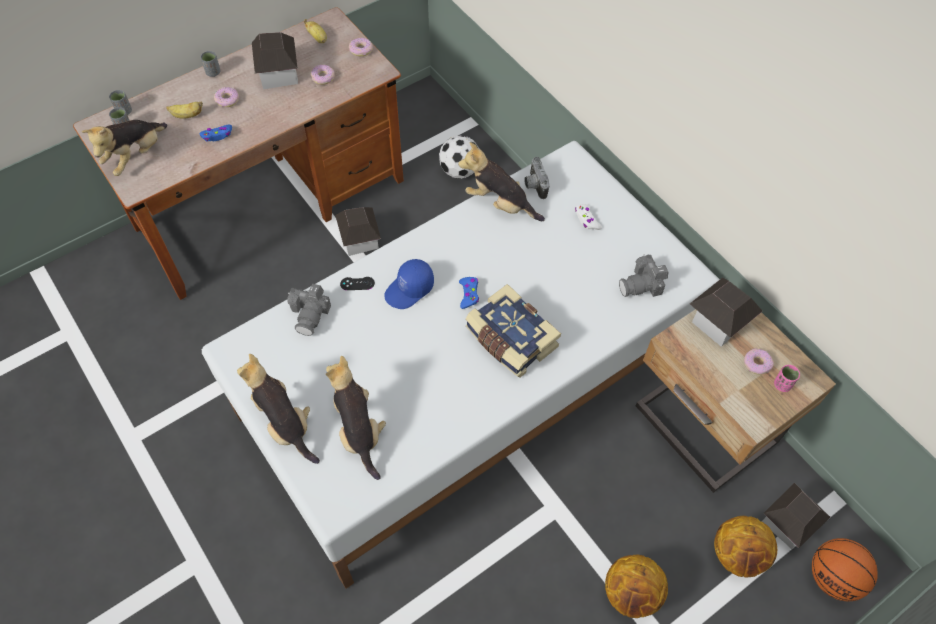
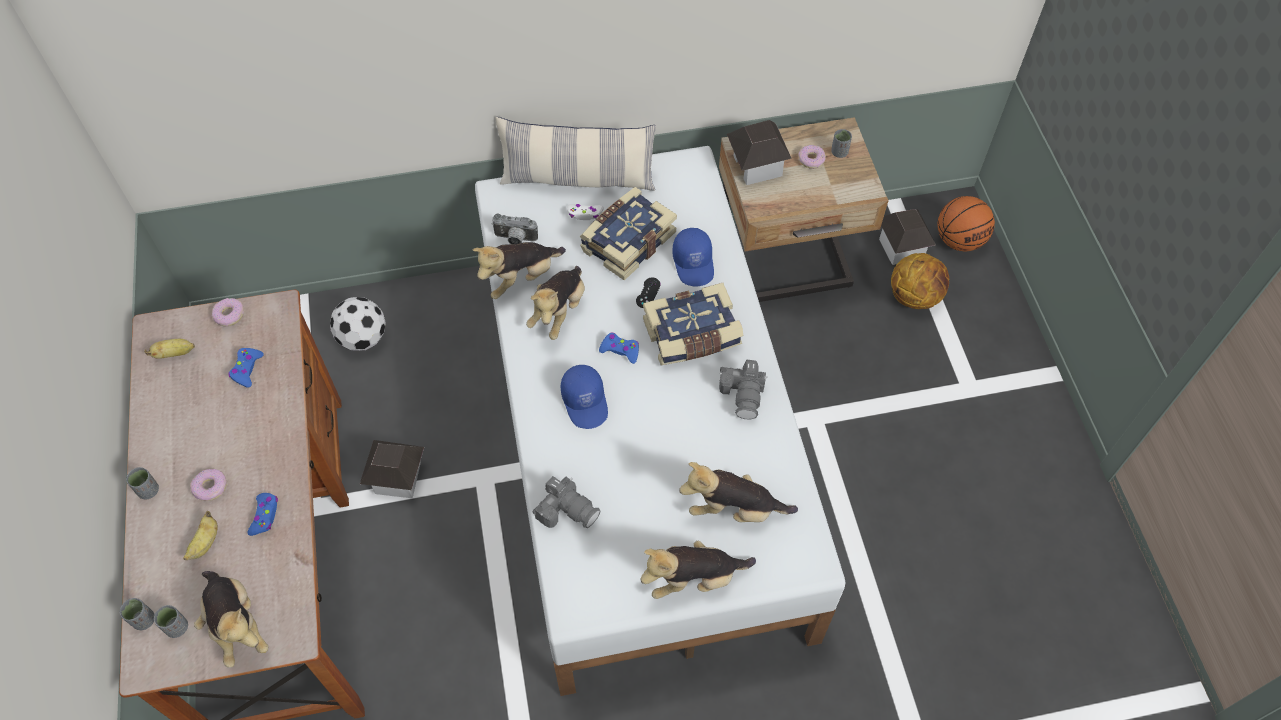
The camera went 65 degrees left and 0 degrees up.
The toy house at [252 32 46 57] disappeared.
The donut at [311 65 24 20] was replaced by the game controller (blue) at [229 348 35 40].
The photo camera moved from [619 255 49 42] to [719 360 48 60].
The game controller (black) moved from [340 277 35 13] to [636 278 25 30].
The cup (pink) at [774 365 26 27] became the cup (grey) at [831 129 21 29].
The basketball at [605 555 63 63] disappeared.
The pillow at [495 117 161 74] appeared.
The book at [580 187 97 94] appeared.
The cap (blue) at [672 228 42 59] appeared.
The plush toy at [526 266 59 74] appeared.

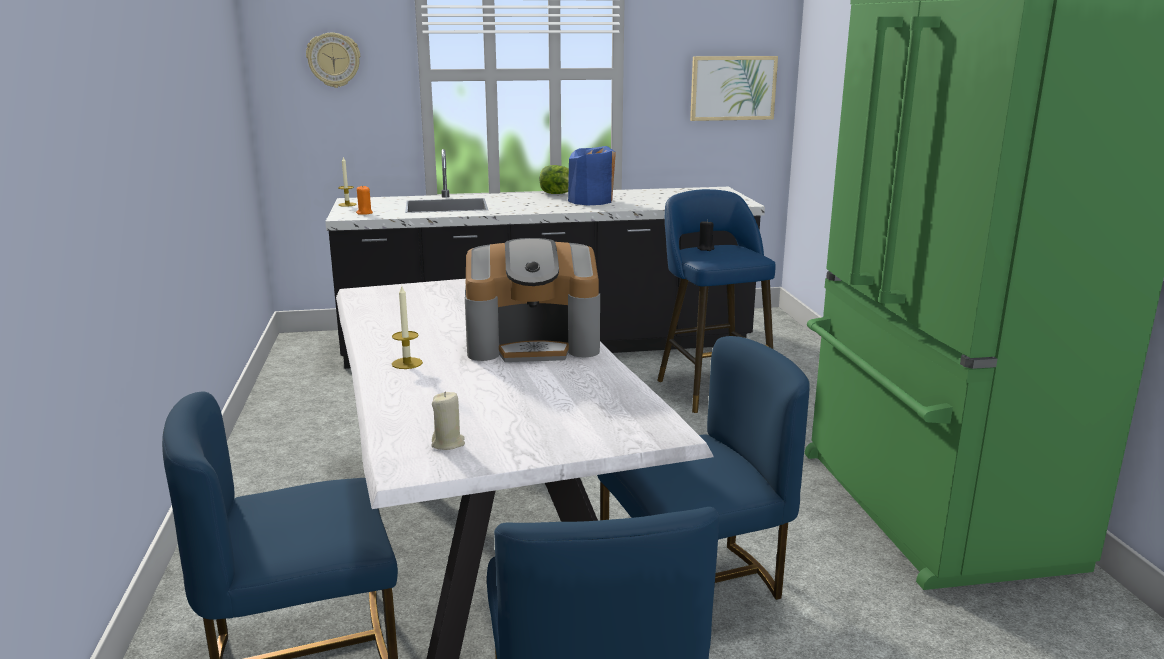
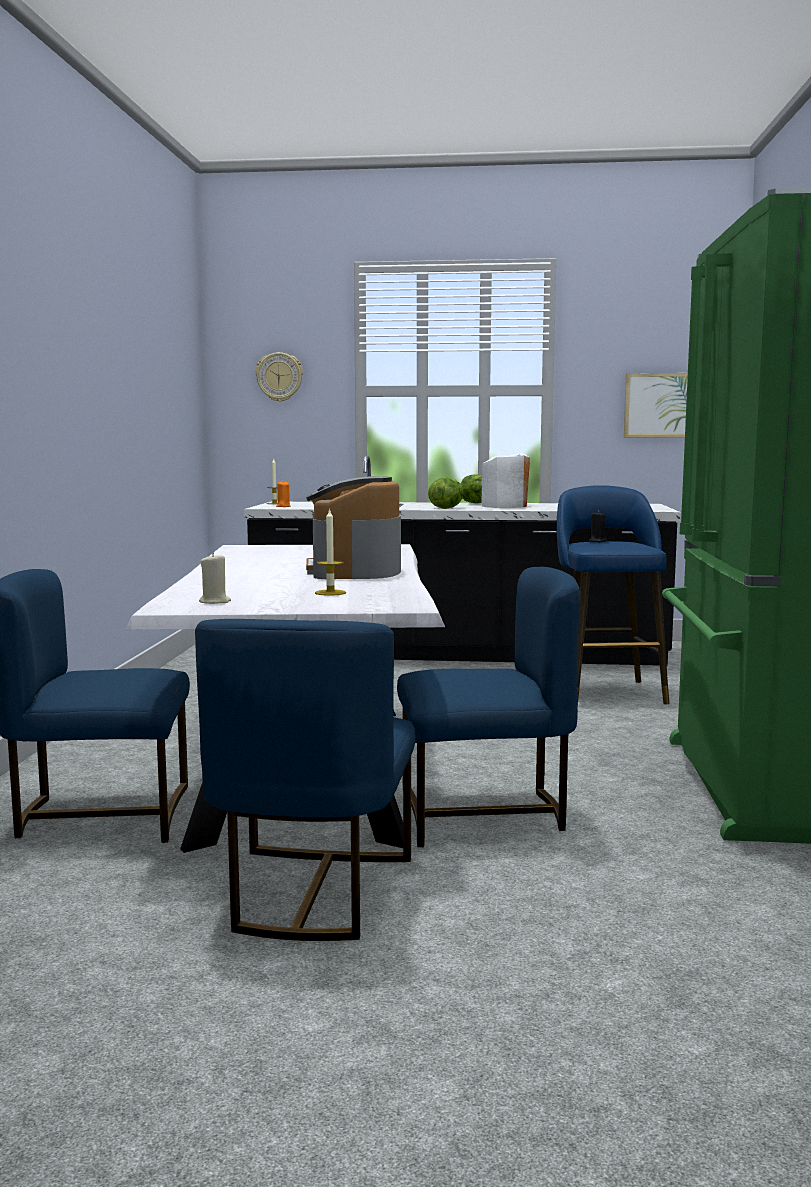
The camera went 15 degrees right and 10 degrees down.
The vase (blue) at [568 146 48 59] became the vase (white) at [481 453 49 55].
The coffee machine at [465 238 135 124] turned 75 degrees clockwise.
The candle moved from [392 284 31 85] to [315 508 31 88].
The lettuce at [428 477 35 32] appeared.

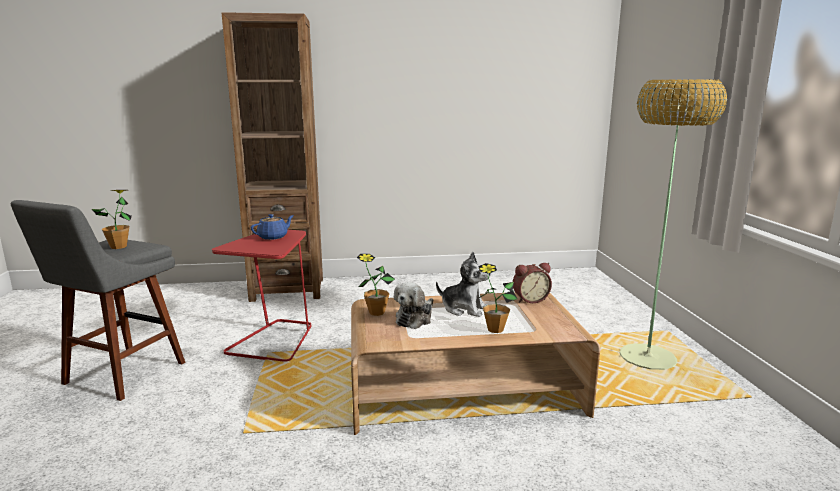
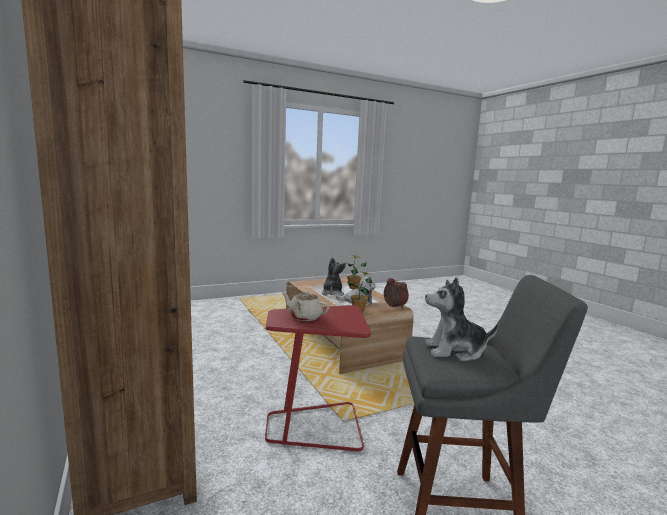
The camera went 110 degrees left and 5 degrees down.
The floor lamp at [620 79 107 291] disappeared.
The potted plant at [92 190 40 59] was replaced by the plush toy at [425 277 74 84].
The teapot (blue) at [251 214 43 26] became the teapot (beige) at [282 291 47 30].
The alarm clock moved from [513 263 39 40] to [384 278 25 30].

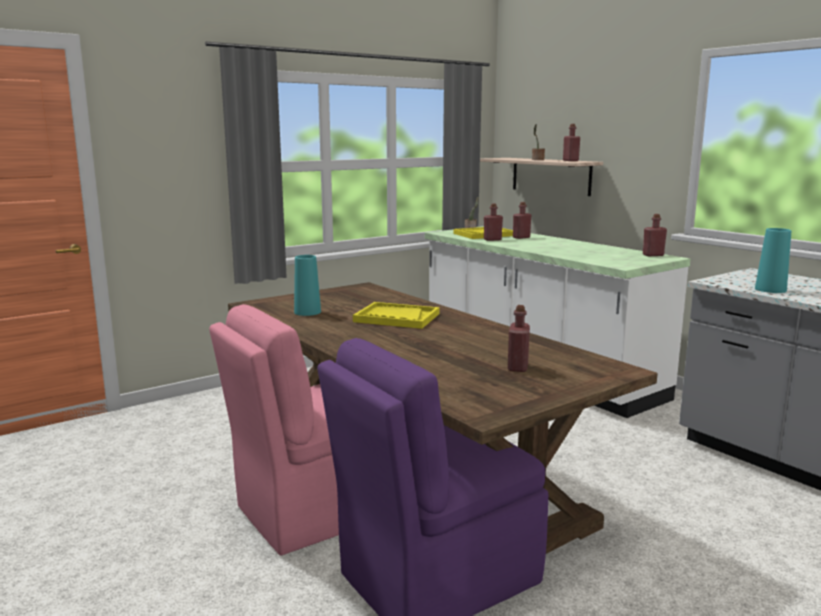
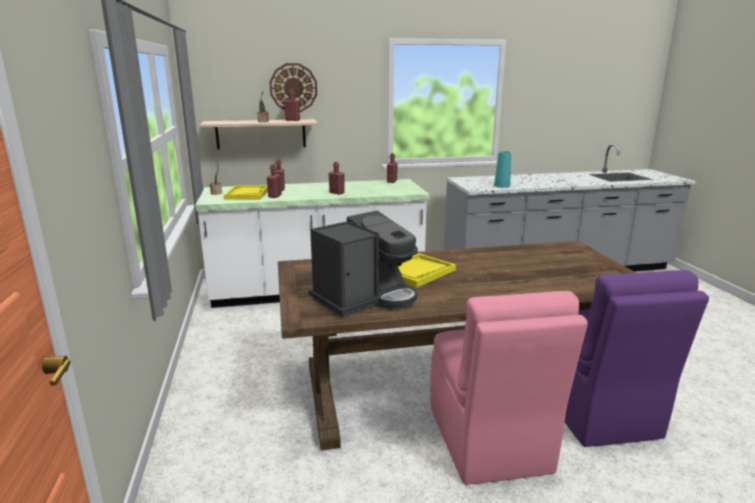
The camera went 65 degrees left and 5 degrees up.
The vase (turquoise) at [294 255 27 61] was replaced by the coffee machine at [309 210 109 108].
The bottle (red) moved from [508 305 22 67] to [329 162 16 32].
The wall clock at [269 63 48 49] appeared.

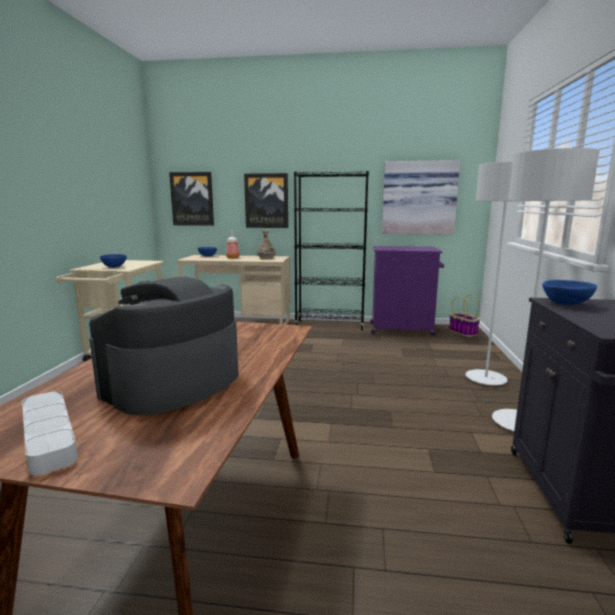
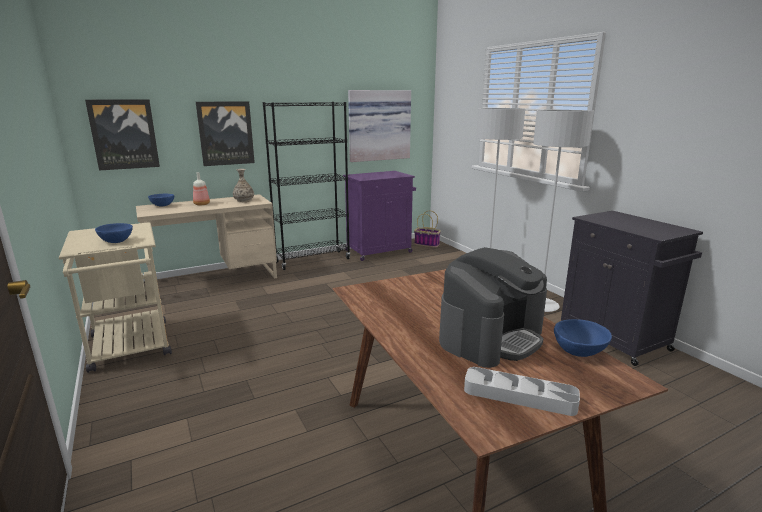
The camera went 35 degrees left and 5 degrees up.
The coffee machine at [89 277 149 138] turned 135 degrees counterclockwise.
The bowl (blue) moved from [542 280 55 25] to [554 319 58 38].

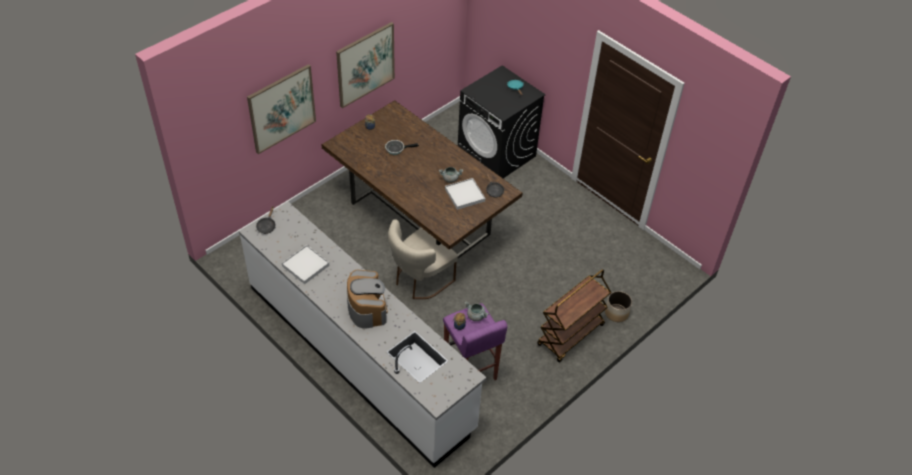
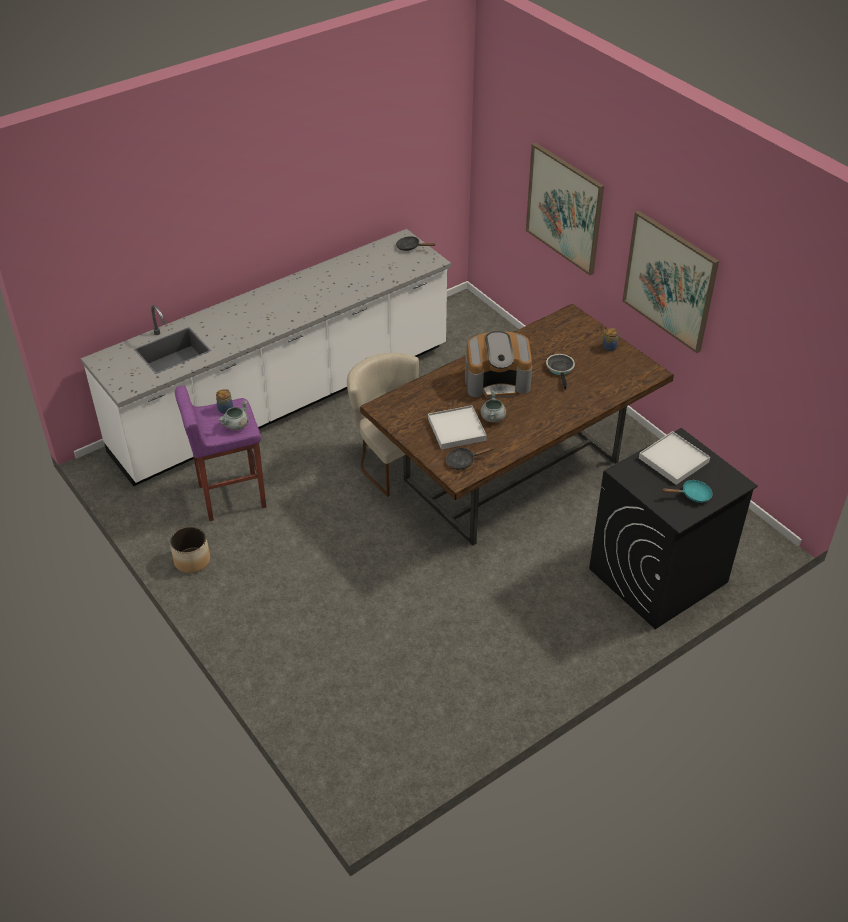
The camera went 100 degrees right and 5 degrees down.
The tray (white) moved from [282 245 47 39] to [639 431 71 54].
The coffee machine moved from [347 269 41 60] to [465 331 67 67].
The cart (brown) at [537 269 74 94] disappeared.
The planter moved from [605 291 27 31] to [170 526 40 47].

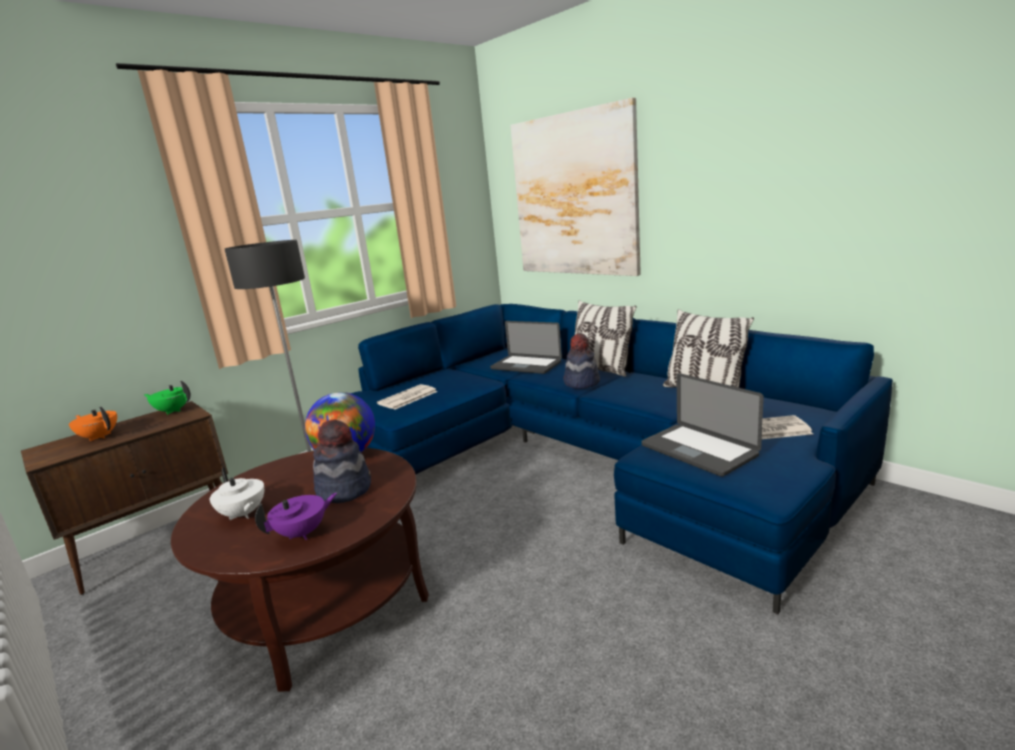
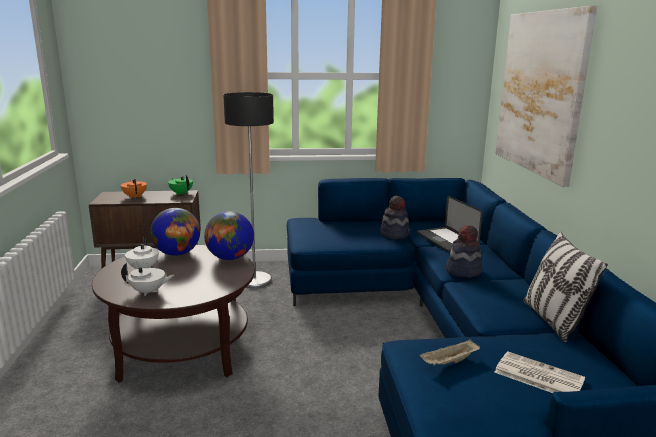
The camera went 35 degrees right and 0 degrees up.
The pillow at [575 300 62 76] disappeared.
The laptop at [641 373 123 104] was replaced by the tray (beige) at [420 339 60 26].
The newspaper at [377 384 61 25] disappeared.
The hat moved from [313 419 58 84] to [380 196 30 44].
The teapot (purple) at [255 493 82 47] became the teapot (white) at [121 263 53 33].
The globe at [150 208 50 48] appeared.

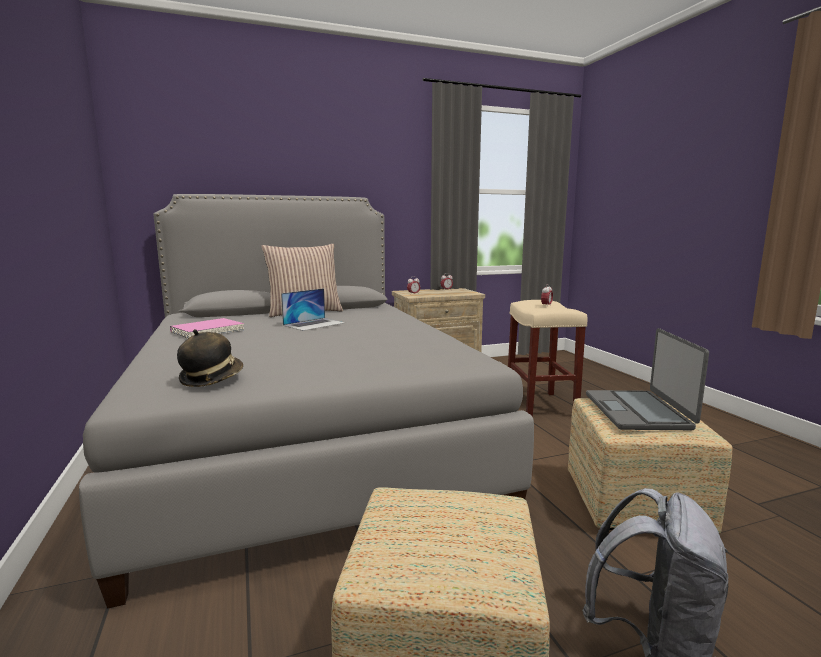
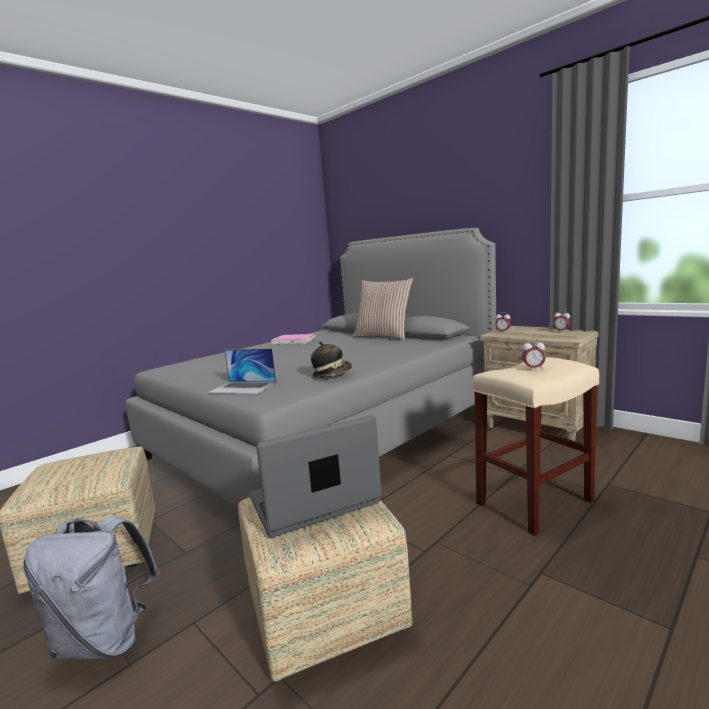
The camera went 65 degrees right and 0 degrees up.
The laptop moved from [281 288 64 43] to [208 349 68 45].
The hat moved from [177 329 66 58] to [311 341 41 37].

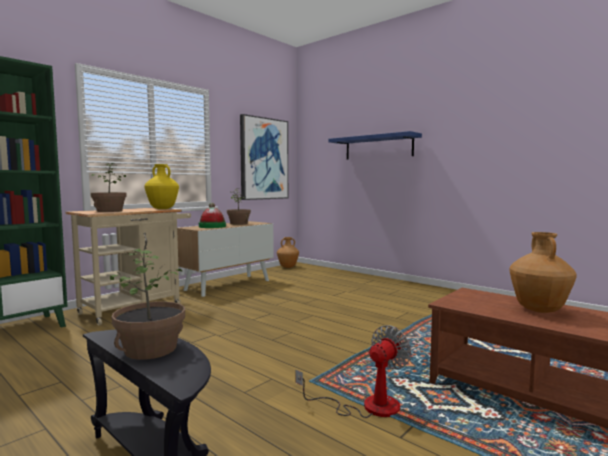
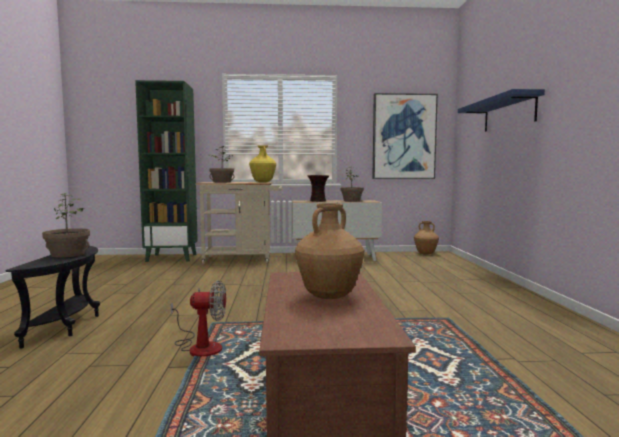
The camera went 45 degrees right and 0 degrees up.
The hat at [199 203 27 25] was replaced by the vase at [308 175 21 27].

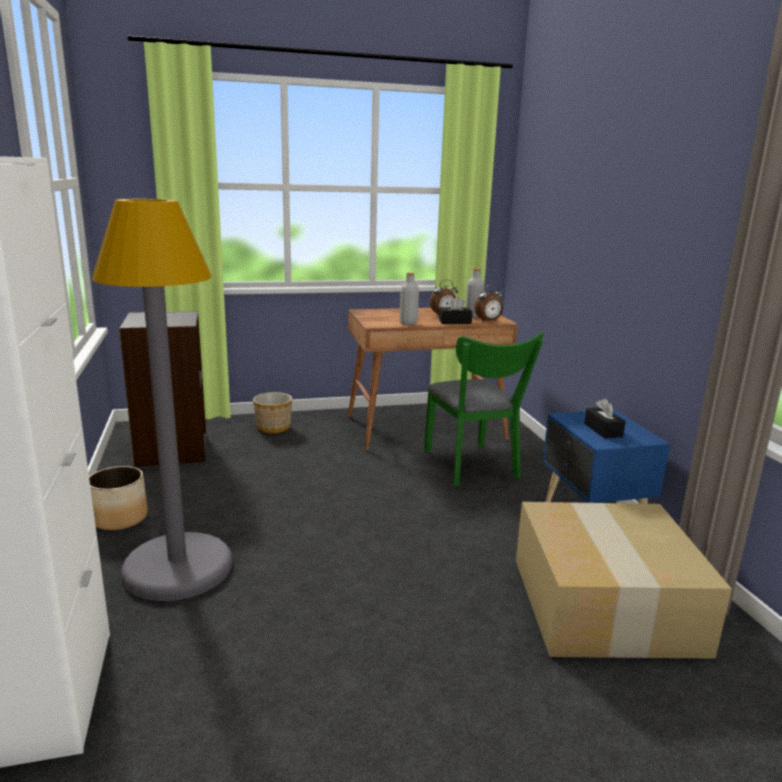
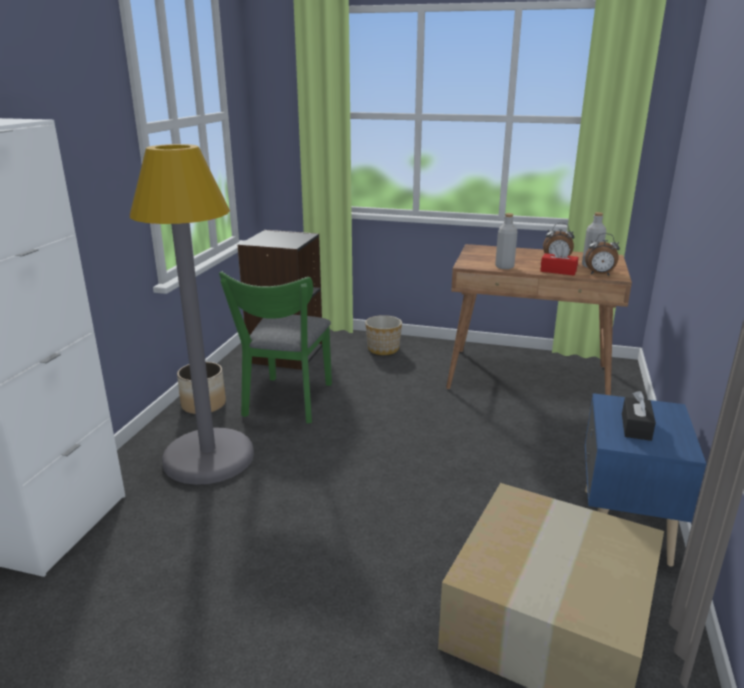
The camera went 30 degrees right and 5 degrees up.
The tissue box (black) at [439 297 34 27] became the tissue box (red) at [540 244 38 32].
The chair (green) moved from [424 332 120 154] to [219 271 113 152].

